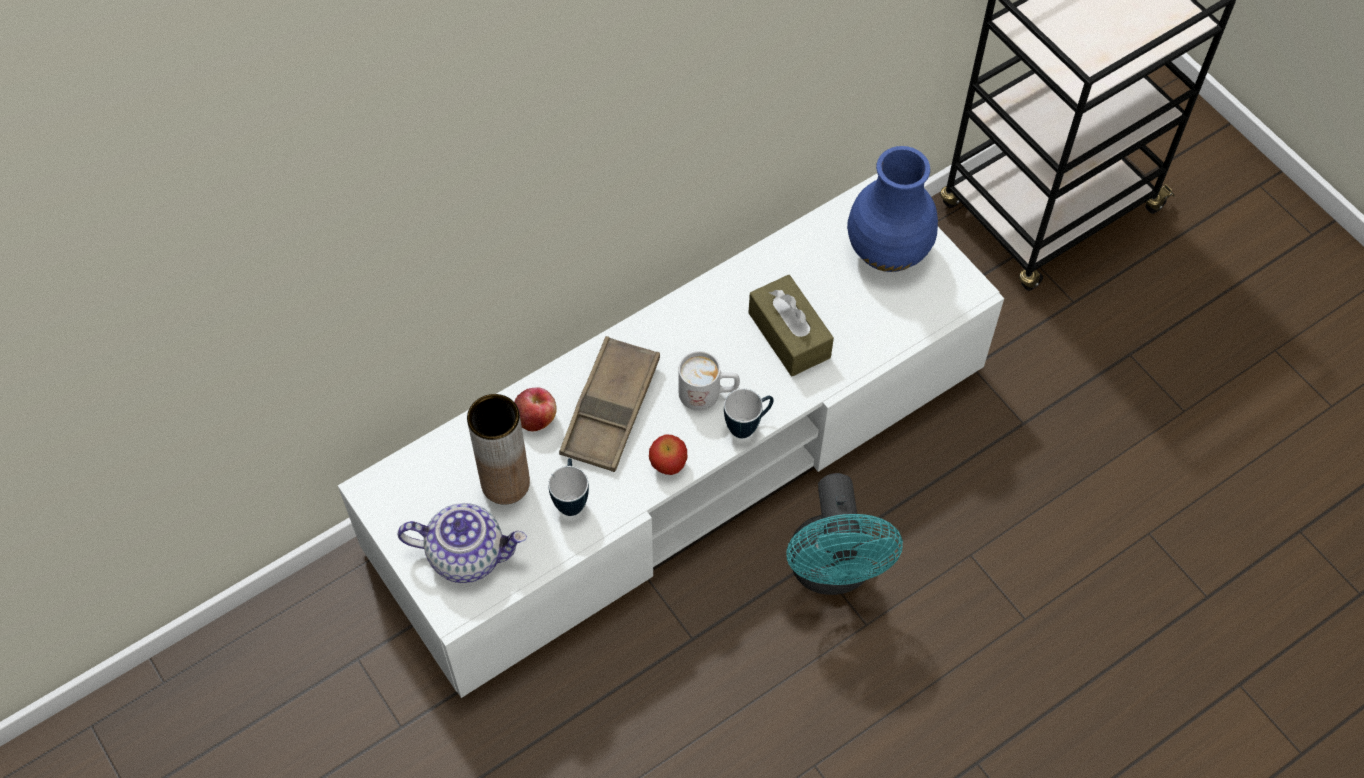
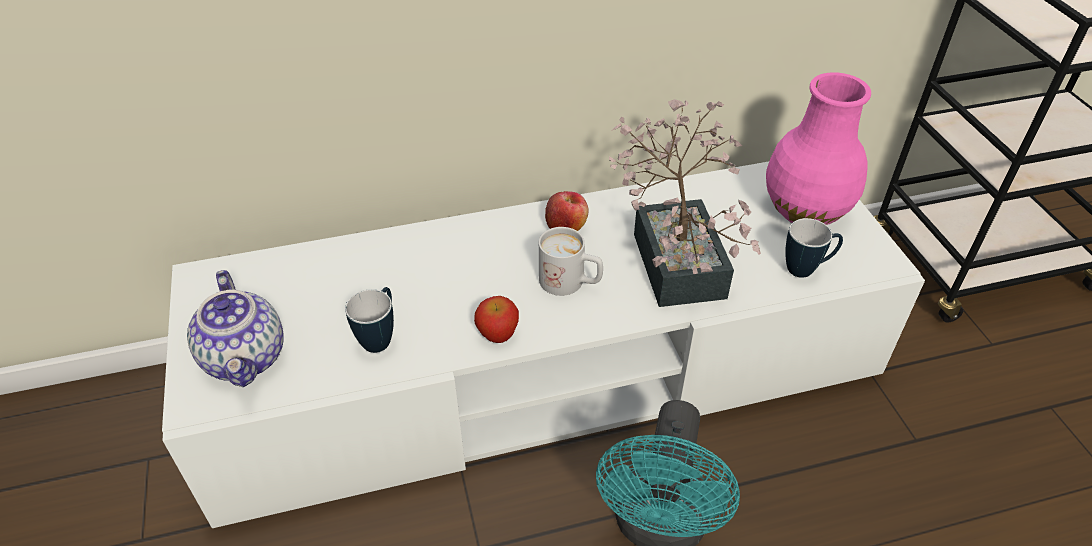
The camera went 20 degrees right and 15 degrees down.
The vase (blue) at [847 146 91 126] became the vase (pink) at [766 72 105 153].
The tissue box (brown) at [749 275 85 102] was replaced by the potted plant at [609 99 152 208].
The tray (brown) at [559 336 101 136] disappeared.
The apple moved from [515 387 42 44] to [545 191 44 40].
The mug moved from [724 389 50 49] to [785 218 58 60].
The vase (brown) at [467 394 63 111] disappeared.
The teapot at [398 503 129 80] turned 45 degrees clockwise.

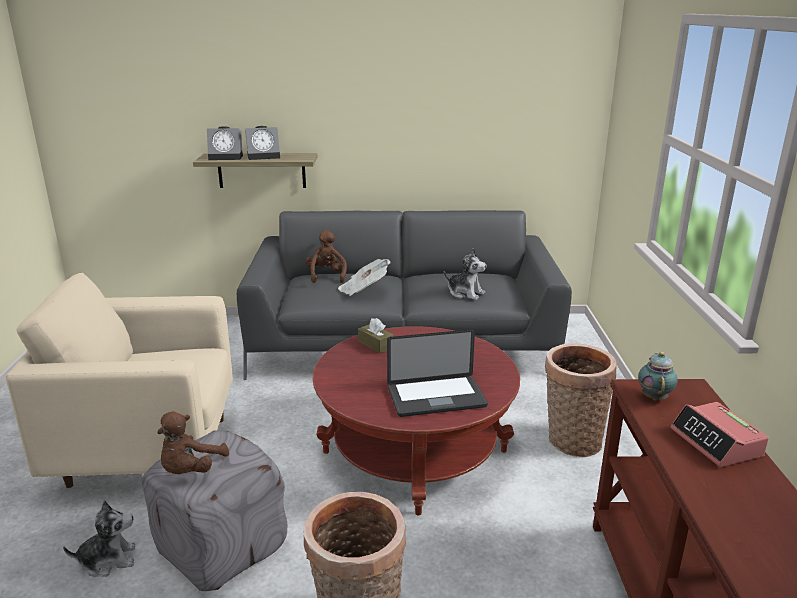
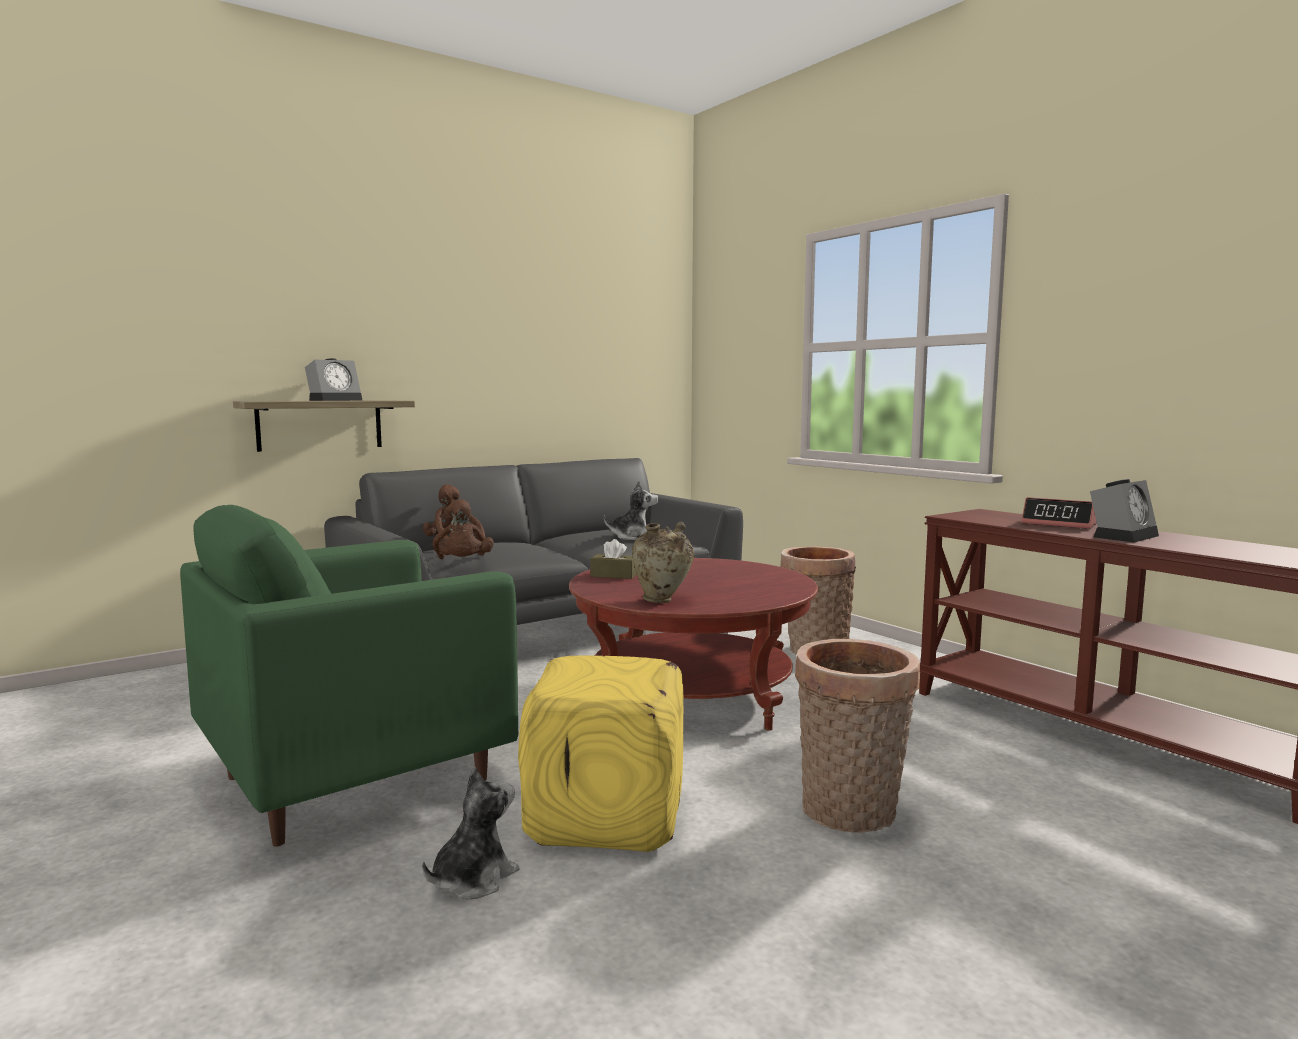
The camera went 35 degrees left and 15 degrees down.
The alarm clock moved from [207 126 36 34] to [1090 479 69 63].
The newspaper at [338 259 53 37] disappeared.
The armchair (beige) at [6 273 227 215] became the armchair (green) at [180 505 338 342].
The laptop at [387 329 101 88] disappeared.
The teapot at [638 352 40 49] disappeared.
The plush toy (brown) moved from [157 411 72 63] to [433 499 61 60].
The ottoman (grey) at [142 430 145 161] became the ottoman (yellow) at [518 655 165 197].
The vase (beige) at [632 521 63 82] appeared.

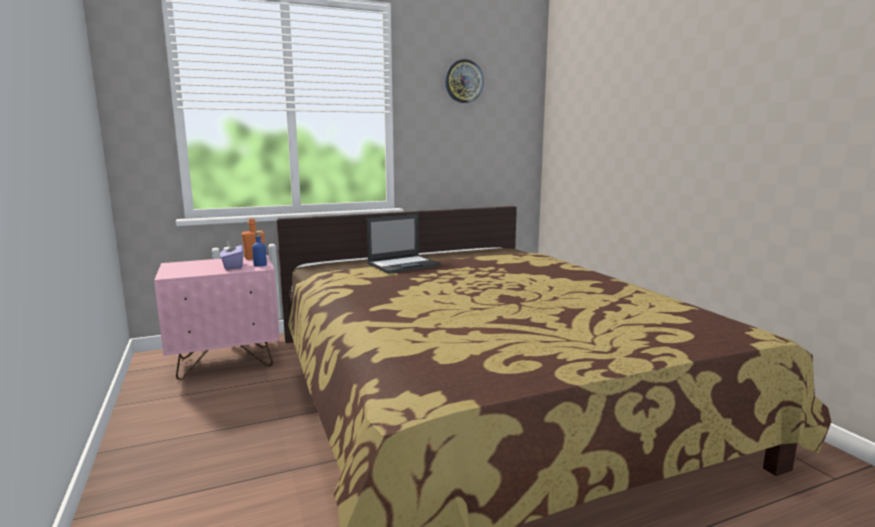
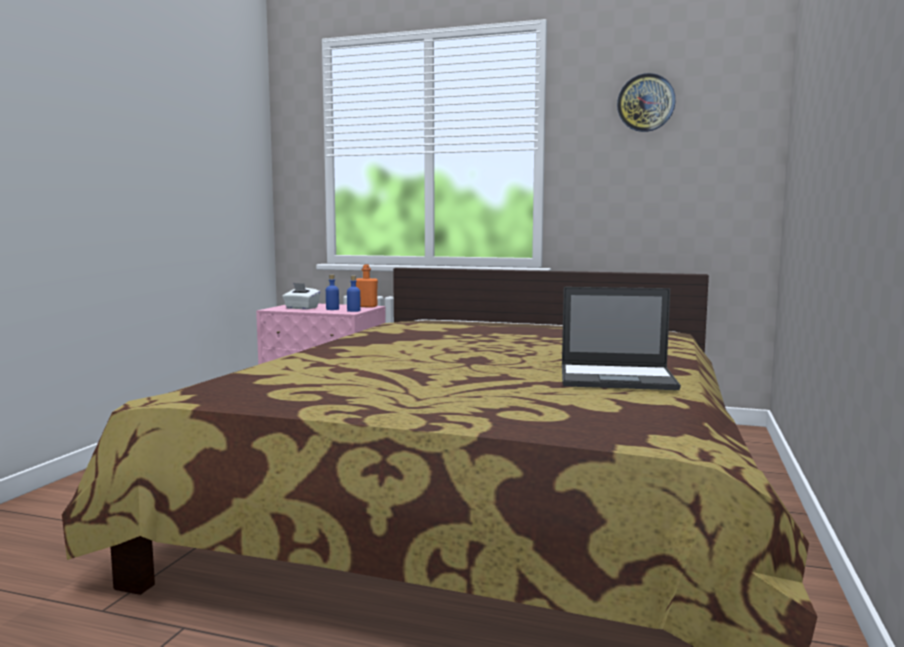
The camera went 40 degrees right and 5 degrees down.
The laptop moved from [367 214 74 60] to [562 287 119 103].
The tissue box (purple) at [220 241 23 28] was replaced by the bottle (blue) at [326 275 13 35].
The tissue box (white) at [282 283 38 27] appeared.

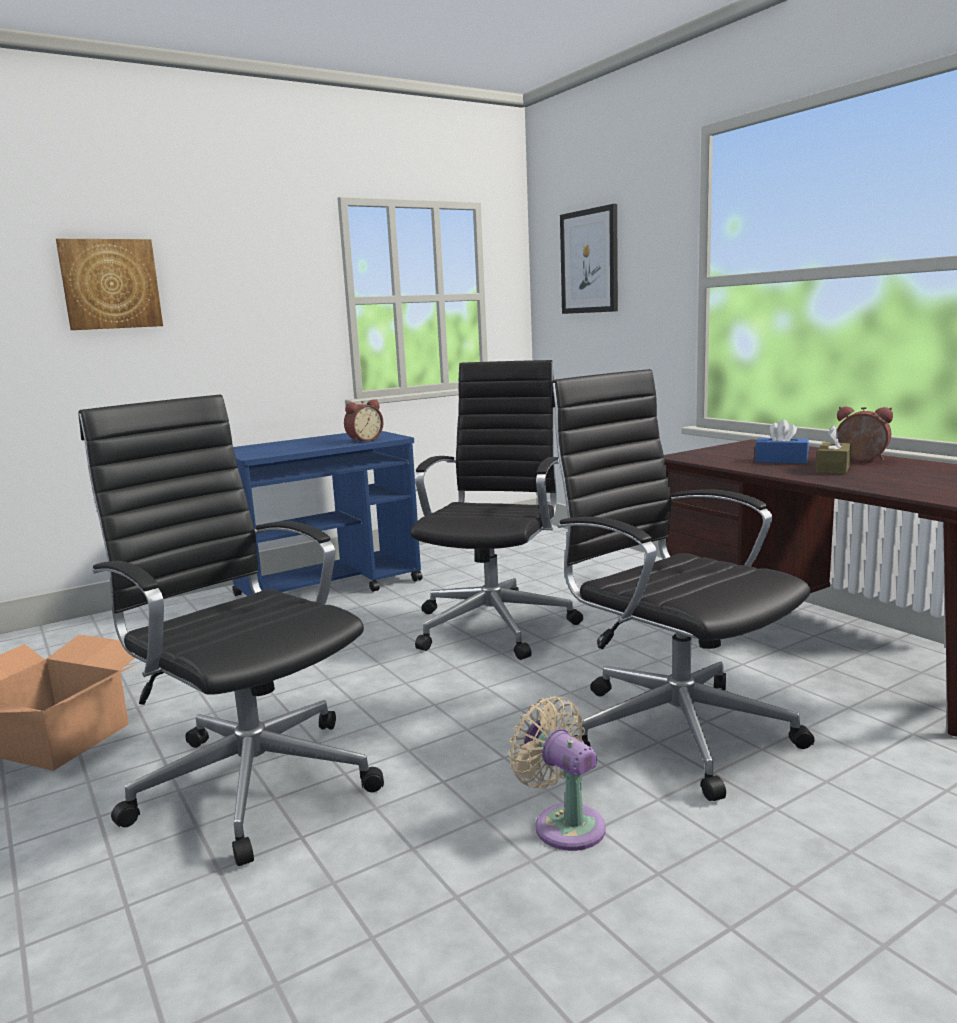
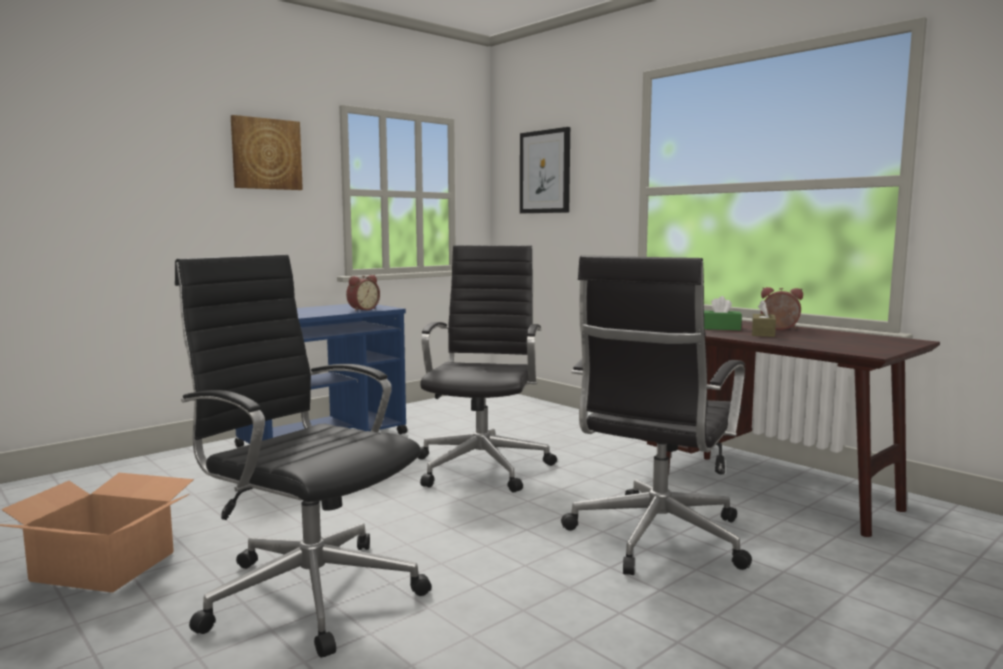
The camera went 10 degrees left and 5 degrees down.
The picture moved from [56 239 107 91] to [231 115 72 75].
The office chair (black) at [550 369 265 432] turned 105 degrees counterclockwise.
The tissue box (blue) at [755 420 54 44] became the tissue box (green) at [704 296 38 34].
The fan (beige) at [508 696 98 155] disappeared.

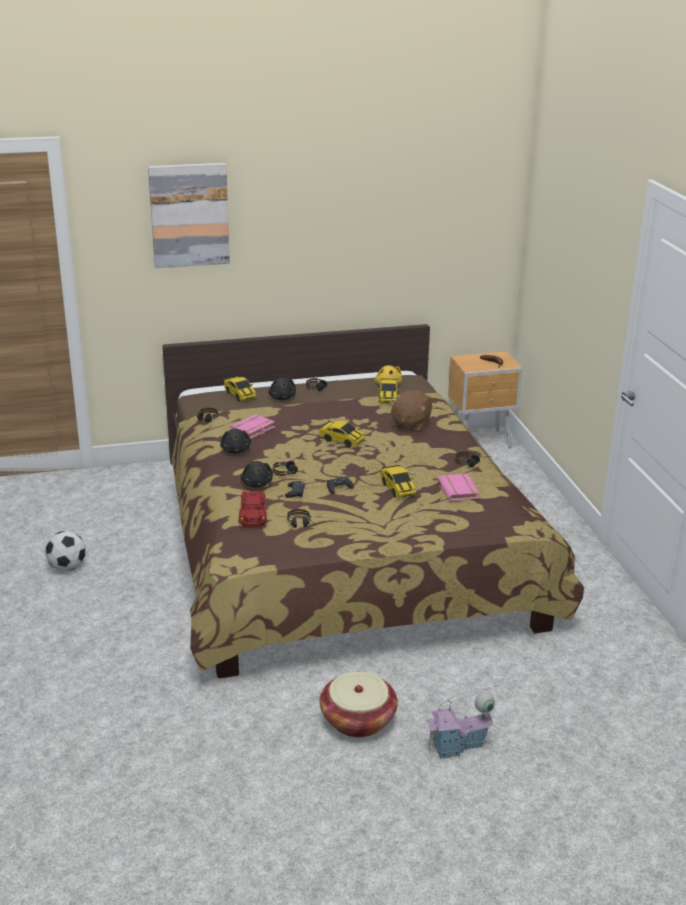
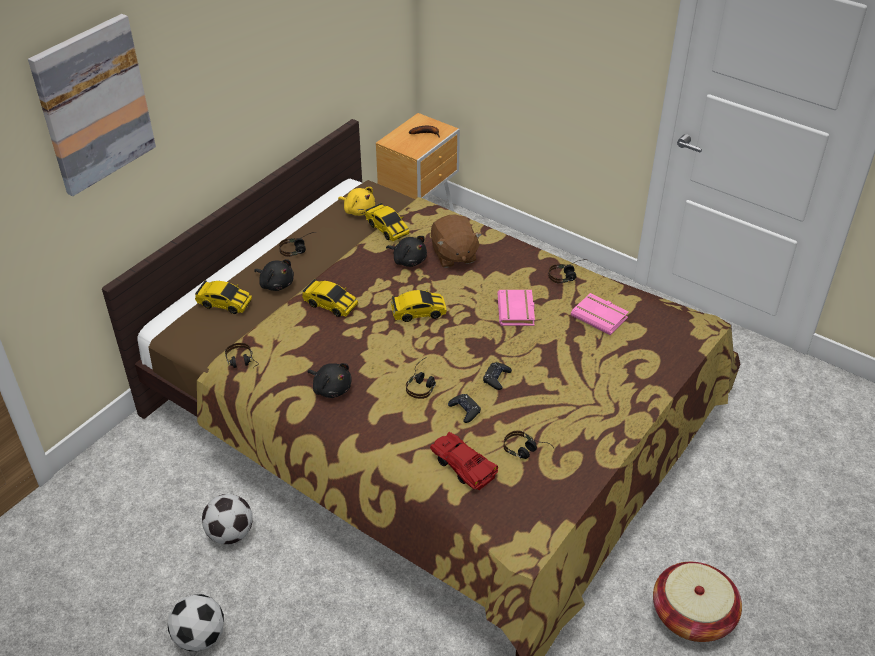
The camera went 40 degrees left and 15 degrees up.
The book (pink) moved from [230 414 45 25] to [497 290 38 36].
The plush toy (black) moved from [241 461 32 27] to [386 236 41 31].
The toy car moved from [381 465 35 33] to [302 279 56 38].
The toy house at [425 692 70 67] disappeared.
The football at [202 494 51 50] appeared.

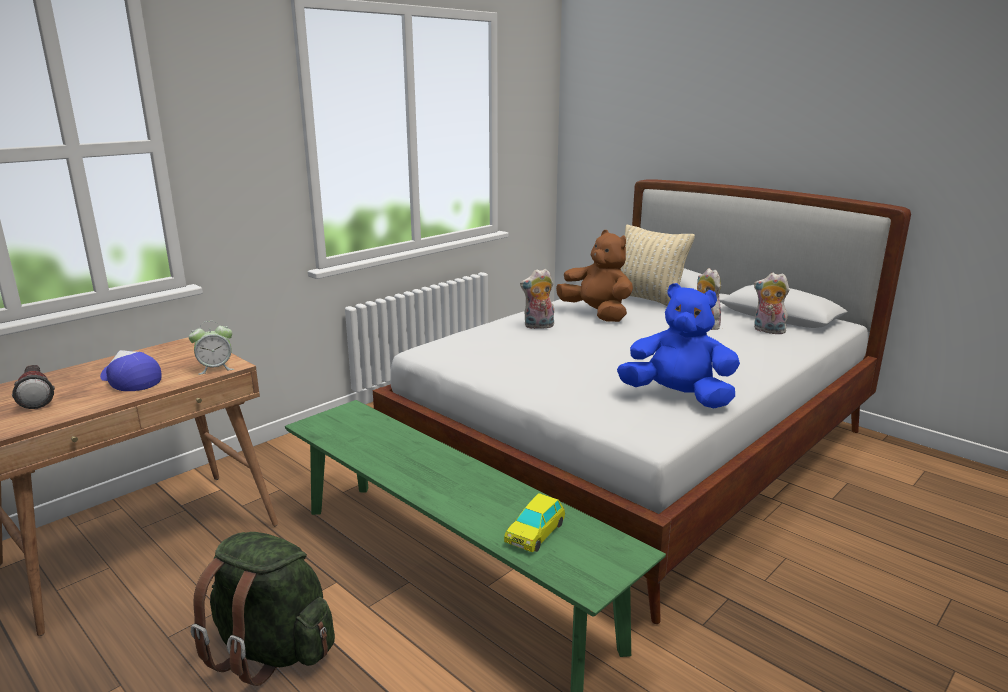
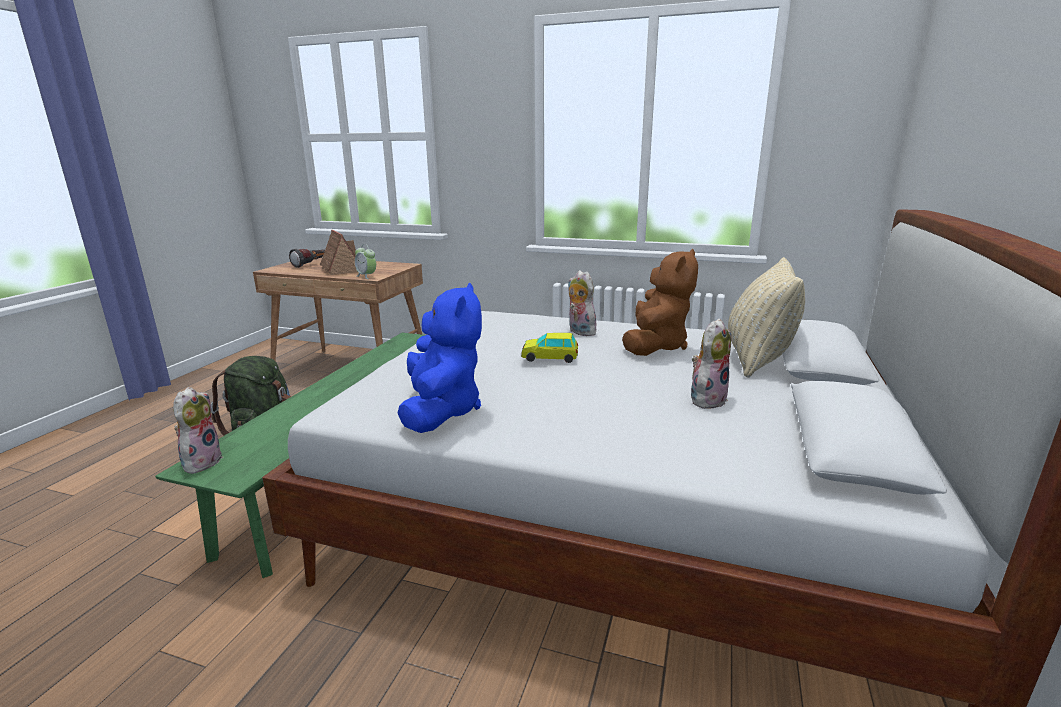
The camera went 65 degrees right and 0 degrees up.
The plush toy moved from [754 273 36 61] to [173 387 50 87].
The cap at [100 350 62 41] was replaced by the toy house at [320 230 38 45].
The toy car moved from [504 493 61 59] to [521 333 57 30].

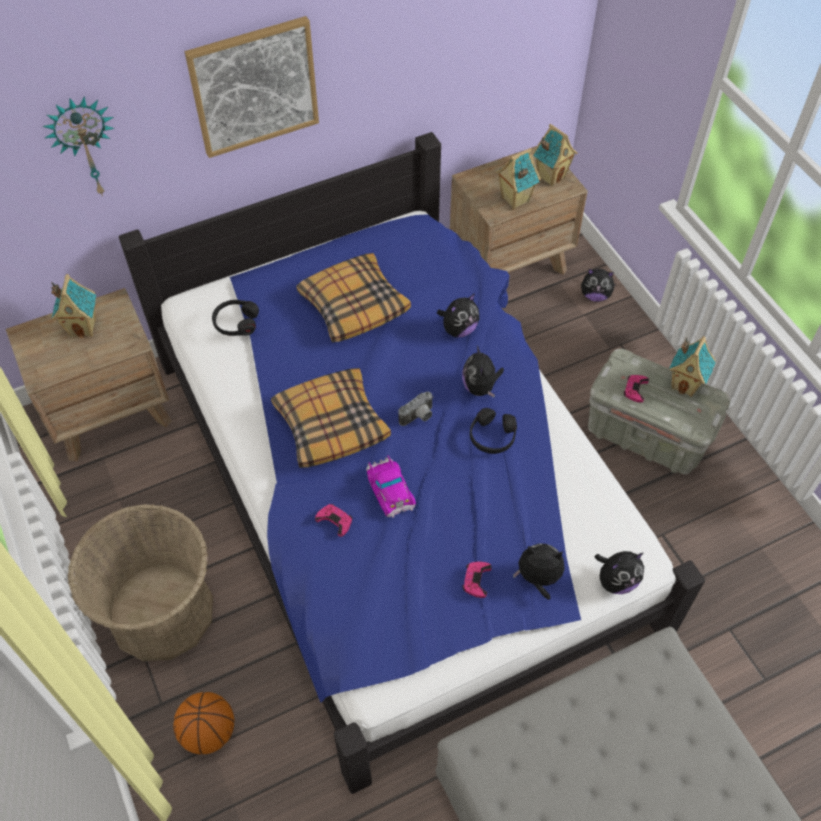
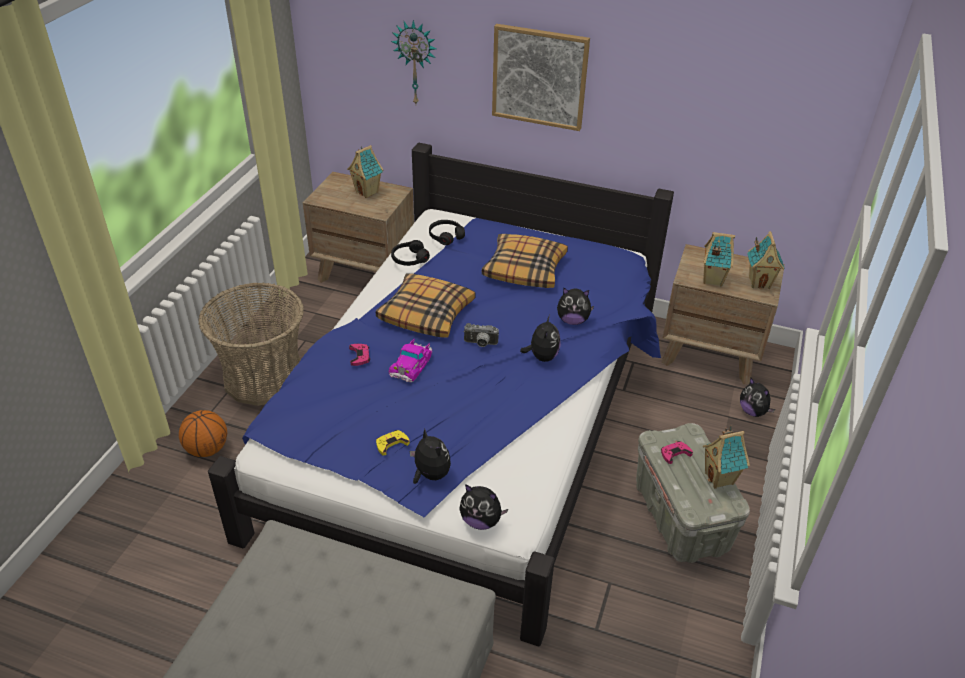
The camera went 45 degrees right and 15 degrees down.
The plush toy at [462 345 42 52] turned 150 degrees clockwise.
The headphones (black) moved from [470 408 47 46] to [391 240 39 26].
The game controller (pink) at [462 562 30 36] became the game controller (yellow) at [376 430 34 25].

